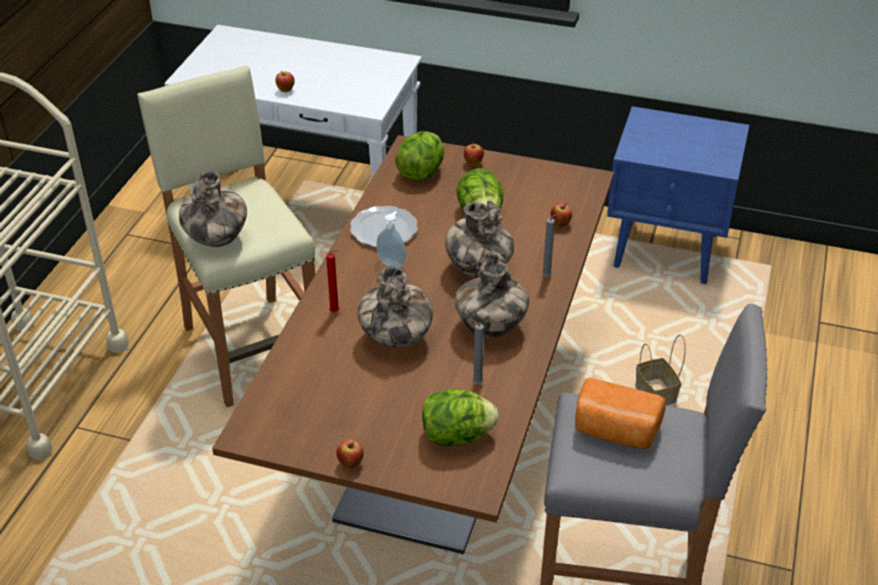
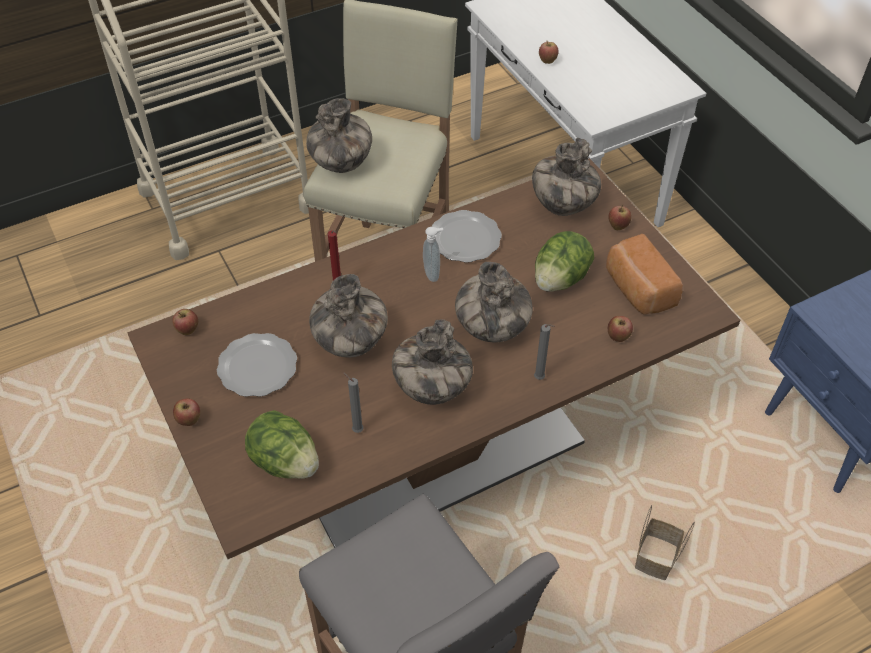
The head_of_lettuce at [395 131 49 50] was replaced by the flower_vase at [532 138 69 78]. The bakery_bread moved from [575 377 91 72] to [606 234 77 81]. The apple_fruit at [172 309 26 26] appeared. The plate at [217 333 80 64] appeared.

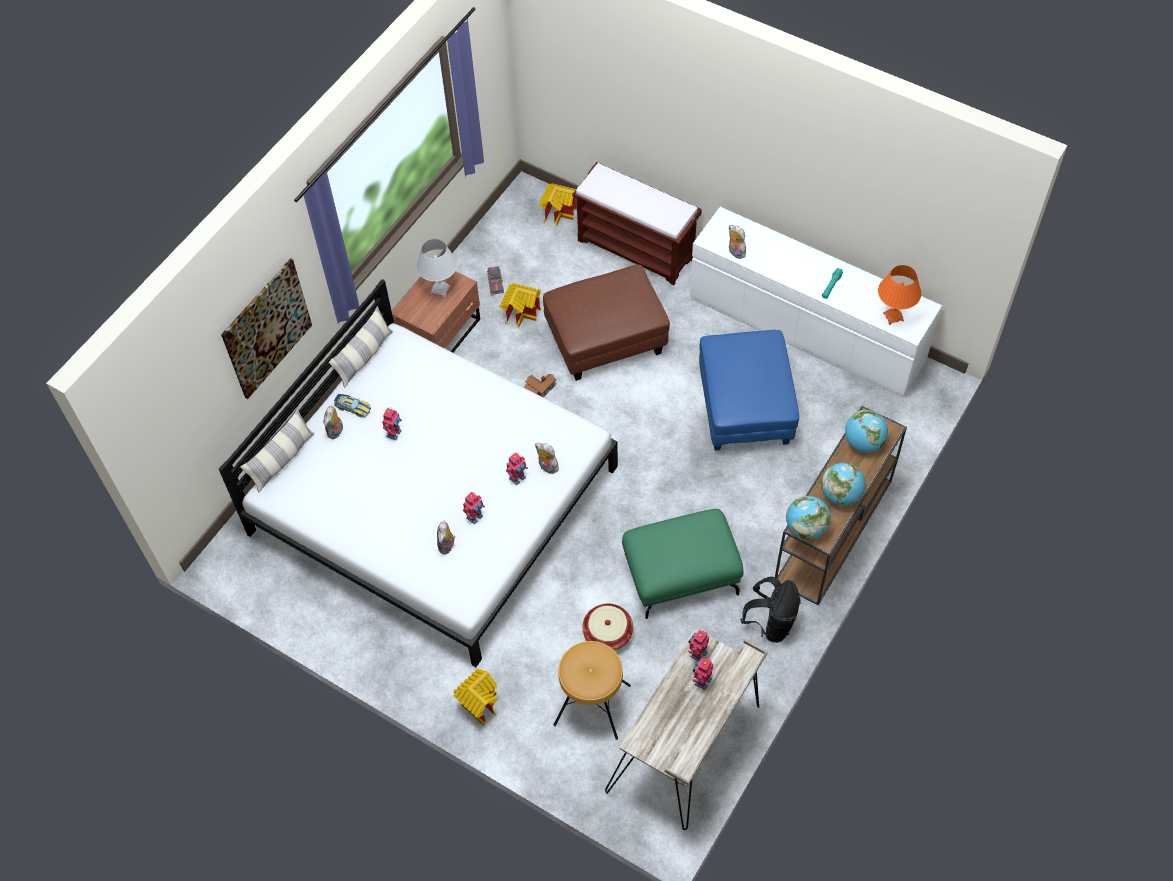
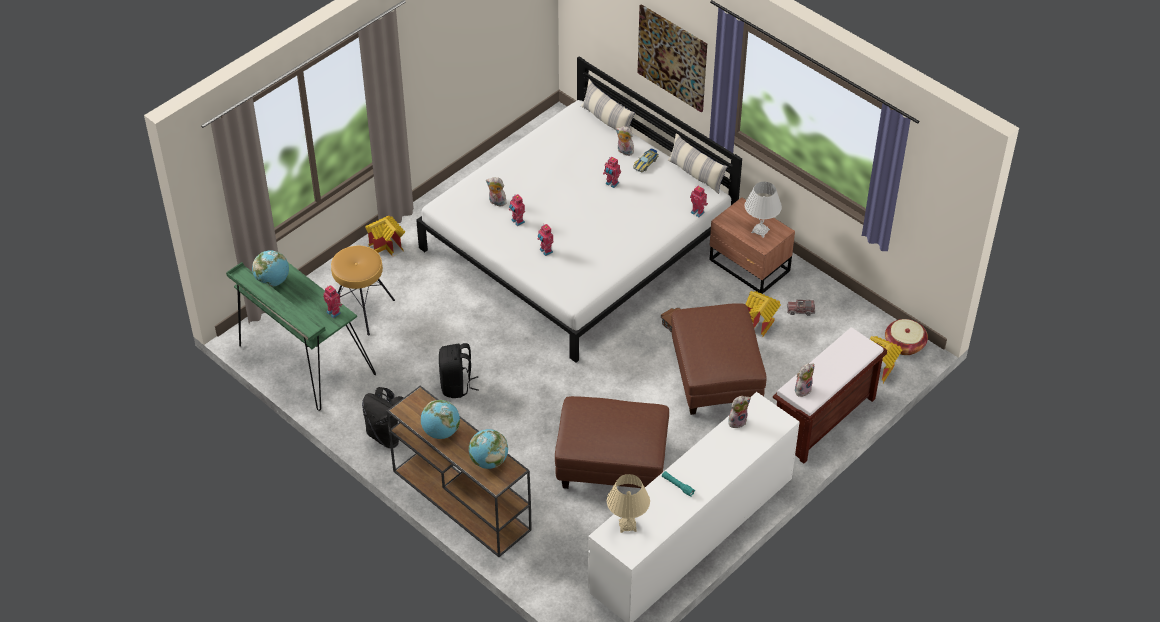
The orange-coloured_lamp_for_a_table at [878 265 43 60] became the sand-coloured_lamp_for_a_table at [607 474 43 59]. The blue_pouffe at [699 330 100 121] became the brown-coloured_pouffe at [555 396 114 93]. The soft_toy moved from [535 443 24 31] to [795 363 19 34]. The desk_globe moved from [786 496 45 44] to [252 250 37 37]. The greenish_pouffe at [622 509 121 110] was replaced by the black_rucksack at [439 343 40 55]. The storage_basket moved from [582 604 51 46] to [885 319 43 36]. The sand-coloured_desk_table at [605 628 163 202] became the greenish_desk_table at [226 262 150 149]. The robot_figure moved from [693 658 20 32] to [690 186 18 31].

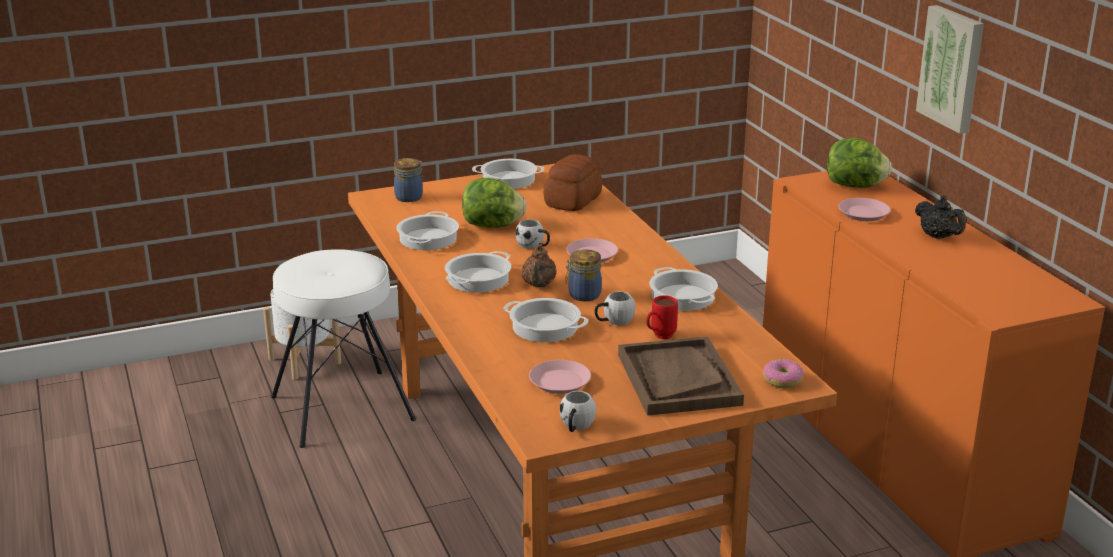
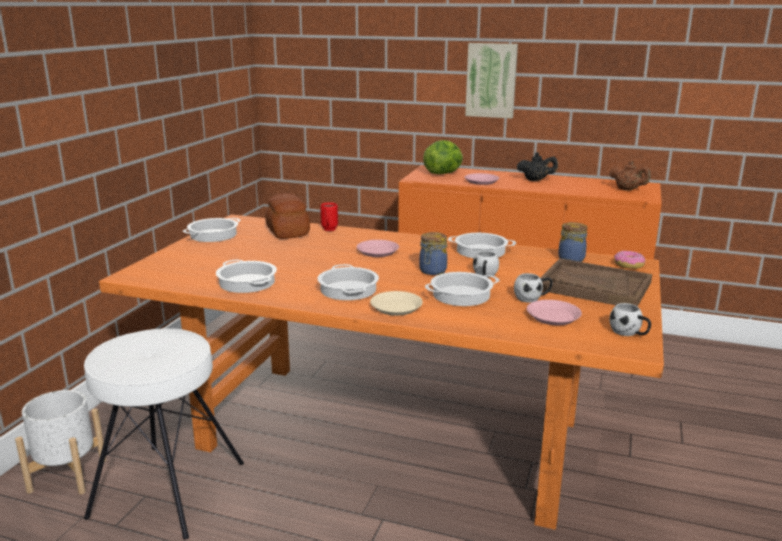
The preserve_jar moved from [394 158 30 44] to [558 222 29 40]. The head_of_lettuce at [462 178 65 50] disappeared. The white_tea_mug moved from [515 219 35 30] to [514 273 39 30]. The brown-coloured_teapot moved from [522 244 35 43] to [609 160 41 30]. The reddish_tea_mug moved from [646 295 32 44] to [320 202 18 29]. The sand-coloured_plate at [370 291 53 25] appeared.

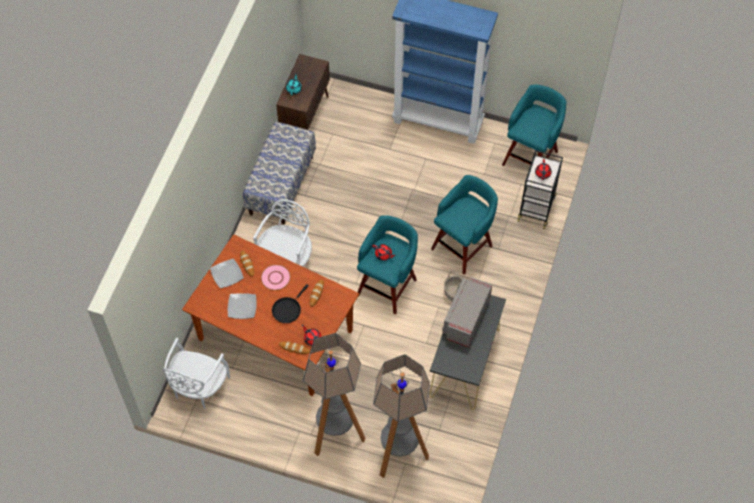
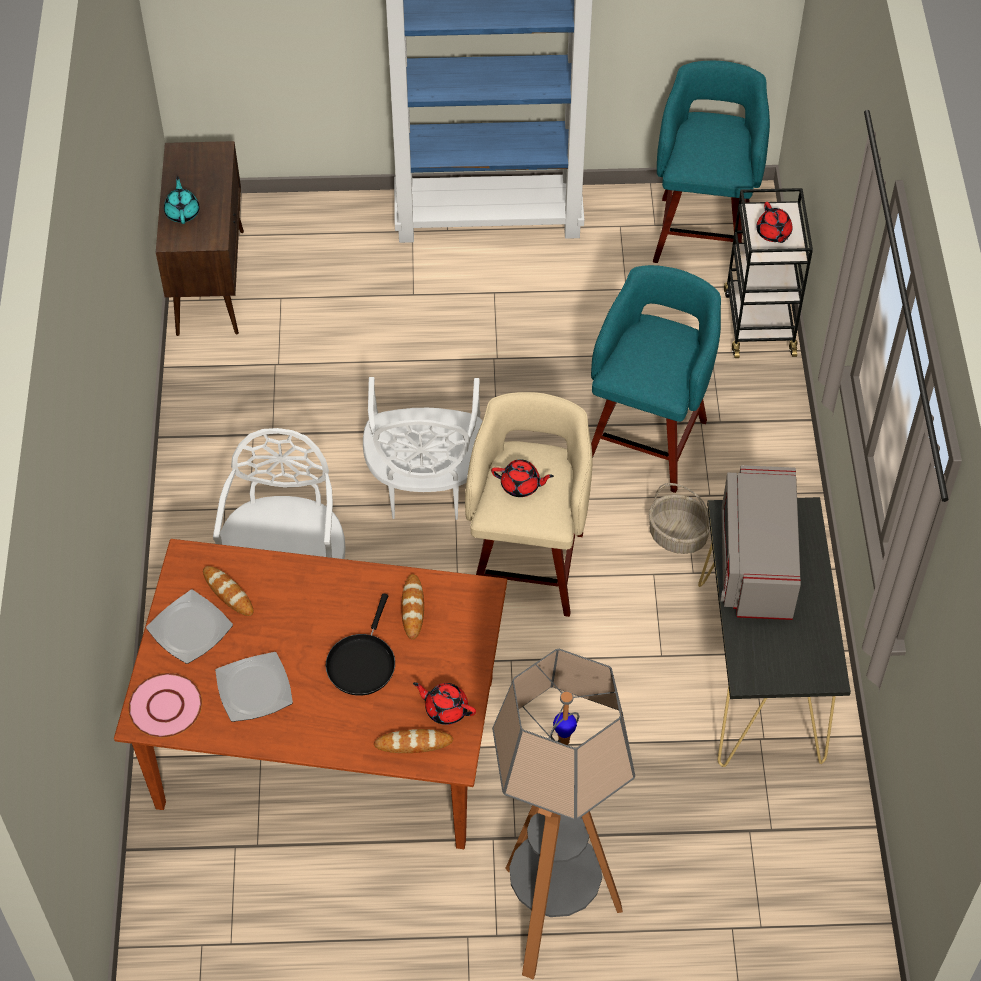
The bench at [243 121 73 104] disappeared. The turquoise_stool_seat at [357 215 61 99] became the sand-coloured_stool_seat at [465 392 128 225]. The pinkish_plate moved from [261 264 30 27] to [128 673 74 65]. The white_upright_chair moved from [163 338 67 71] to [363 377 119 143]. The standing_lamp at [373 354 57 124] disappeared.

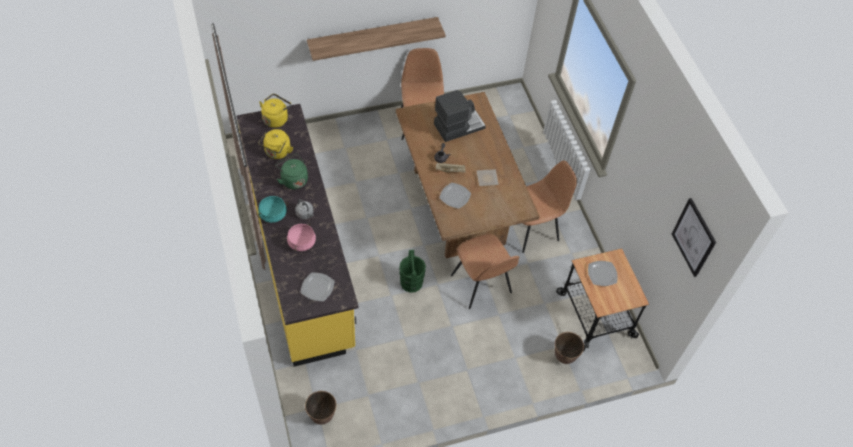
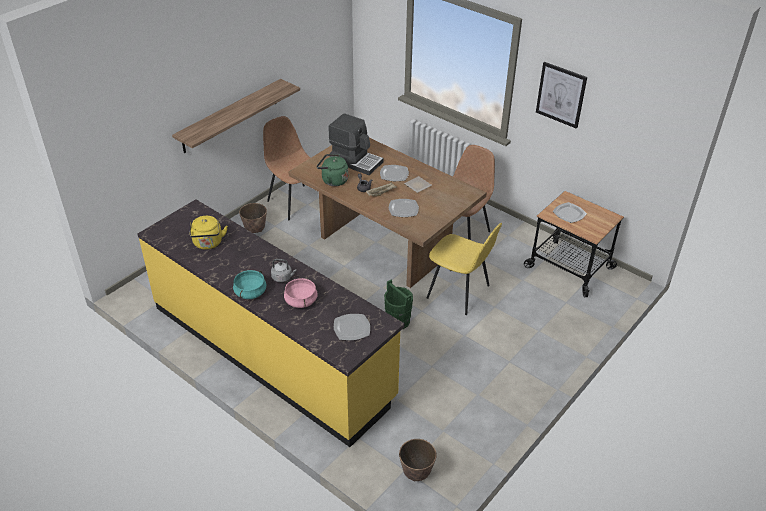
The coffee_brewer at [434 90 52 52] turned 90 degrees clockwise. The yellow_water_kettle at [259 94 32 34] disappeared. The greenish_water_kettle moved from [275 154 33 35] to [317 154 31 32]. The wall_art moved from [672 198 44 79] to [536 62 51 67]. The brown-coloured_upright_chair at [451 234 68 75] became the yellow_upright_chair at [427 223 75 92]. The plant_pot moved from [555 332 29 32] to [239 203 28 30]. The plate at [380 165 29 16] appeared.

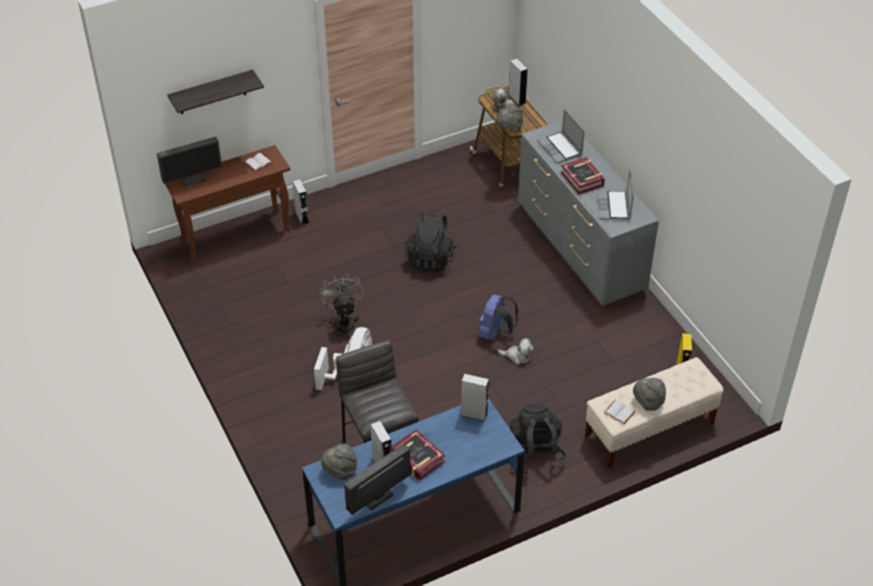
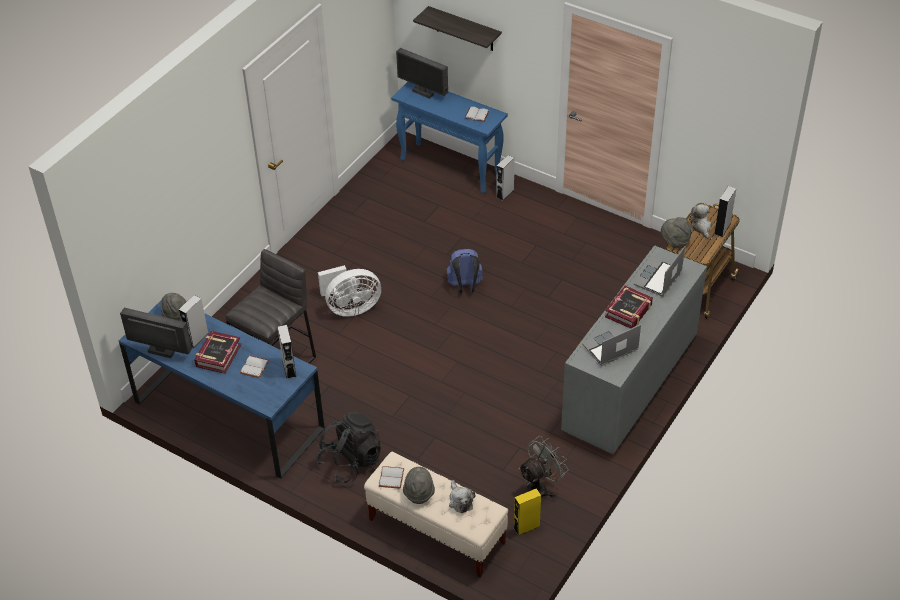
The brown-coloured_narrow_table at [165 145 126 117] became the blue_narrow_table at [391 82 117 111]. The black_rucksack at [405 212 51 60] disappeared. The gray_fan moved from [320 273 43 66] to [519 436 50 61]. The blue_rucksack moved from [478 295 40 45] to [447 249 36 45]. The soft_toy moved from [498 338 36 27] to [449 480 27 33]. The white_bound_book at [240 356 29 22] appeared.

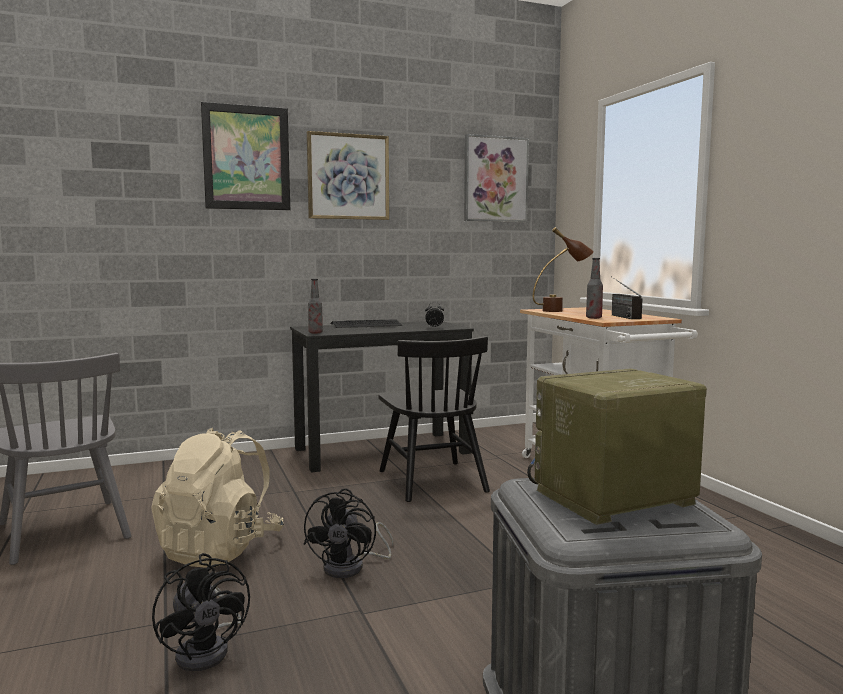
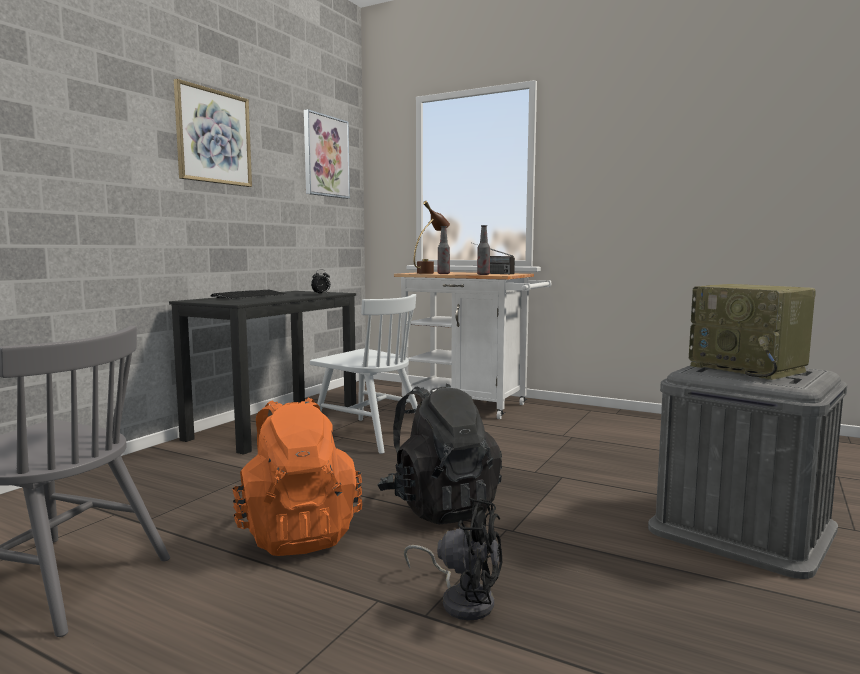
The wall_art at [201 102 89 108] disappeared. The bottle moved from [308 279 15 54] to [438 226 12 48]. The black_upright_chair at [379 336 111 166] became the white_upright_chair at [310 294 108 160]. The radio_set at [527 368 180 157] turned 60 degrees counterclockwise. The sand-coloured_rucksack at [151 428 133 140] became the orange-coloured_rucksack at [232 398 130 158]. The black_fan at [304 488 89 90] was replaced by the black_rucksack at [378 384 124 140].

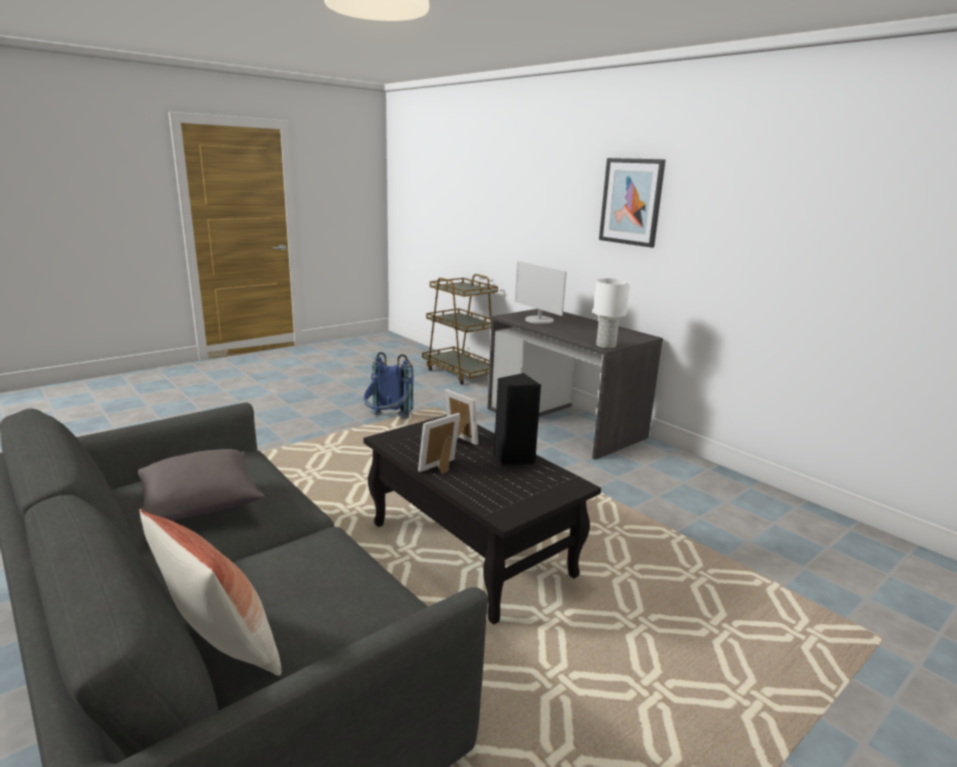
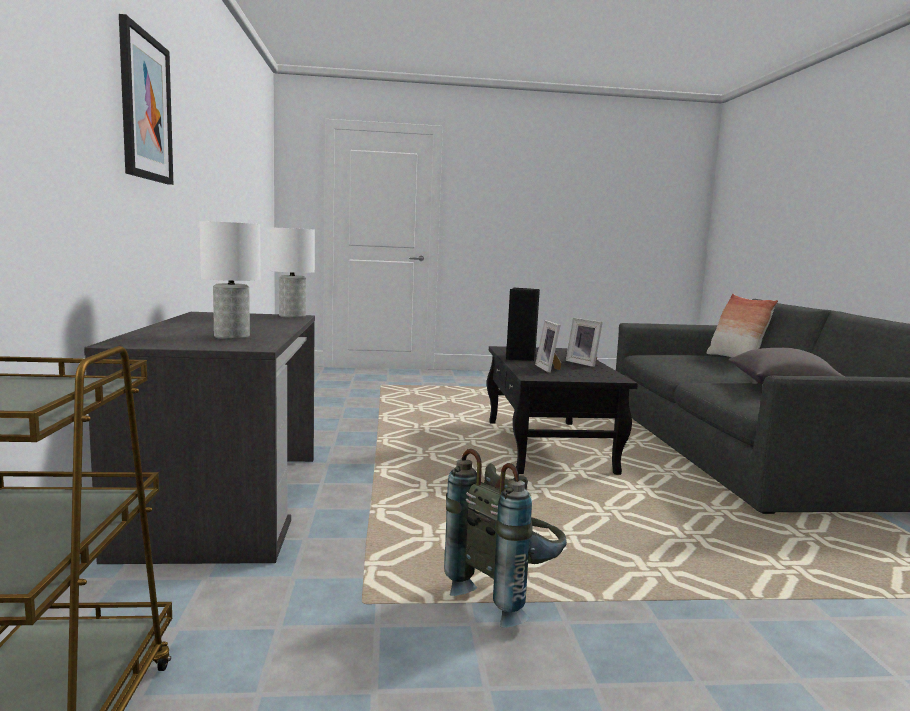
The computer_screen at [515 261 51 63] was replaced by the white_lamp_for_a_table at [200 221 61 118]. The blue_rucksack at [364 352 50 67] became the gray_rucksack at [444 449 123 179]. The standing_frame at [418 413 43 61] turned 60 degrees clockwise.

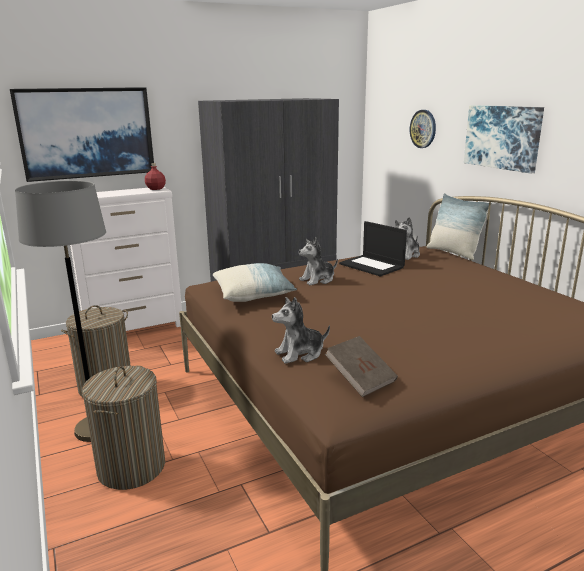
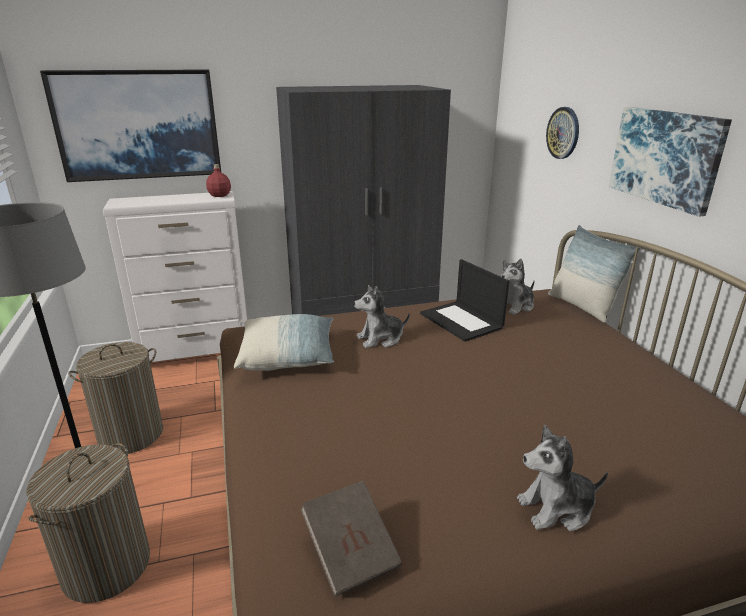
The soft_toy moved from [272 297 58 67] to [517 425 91 106].

